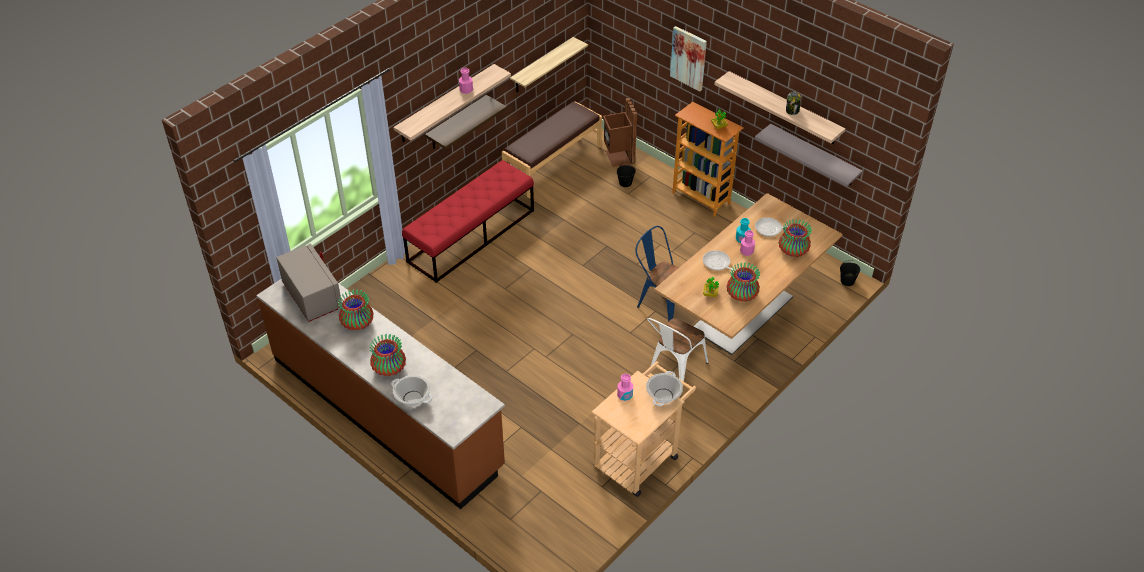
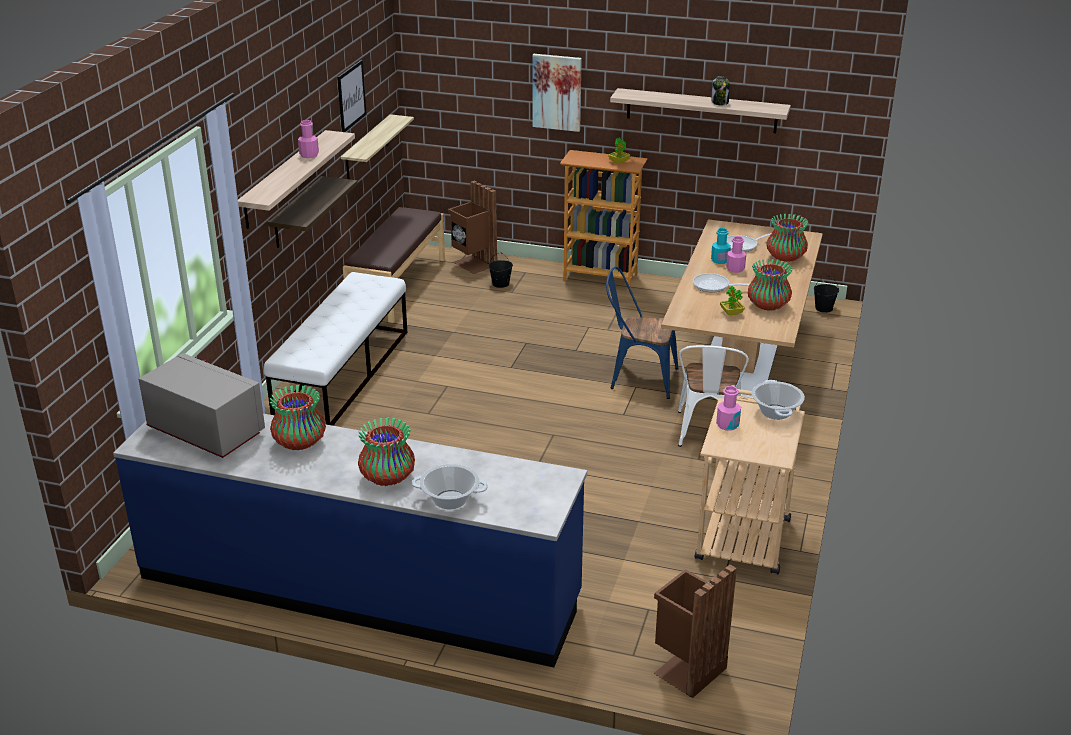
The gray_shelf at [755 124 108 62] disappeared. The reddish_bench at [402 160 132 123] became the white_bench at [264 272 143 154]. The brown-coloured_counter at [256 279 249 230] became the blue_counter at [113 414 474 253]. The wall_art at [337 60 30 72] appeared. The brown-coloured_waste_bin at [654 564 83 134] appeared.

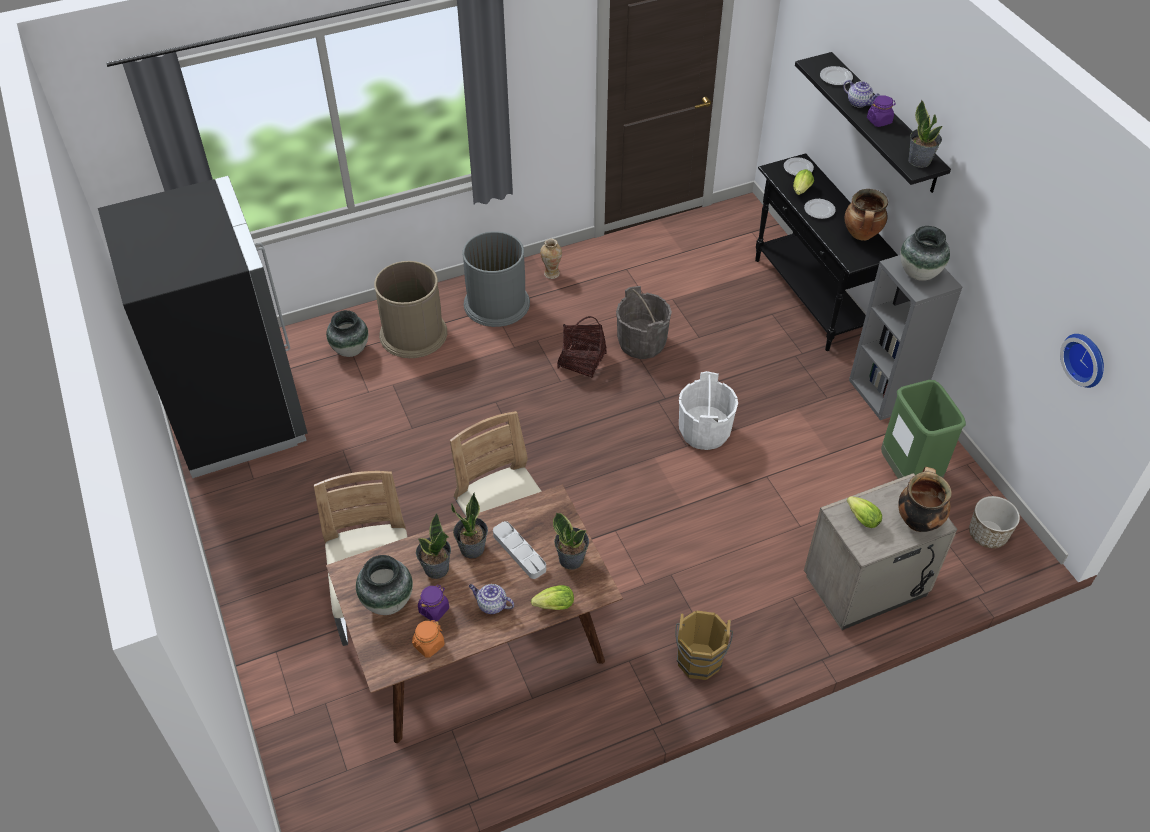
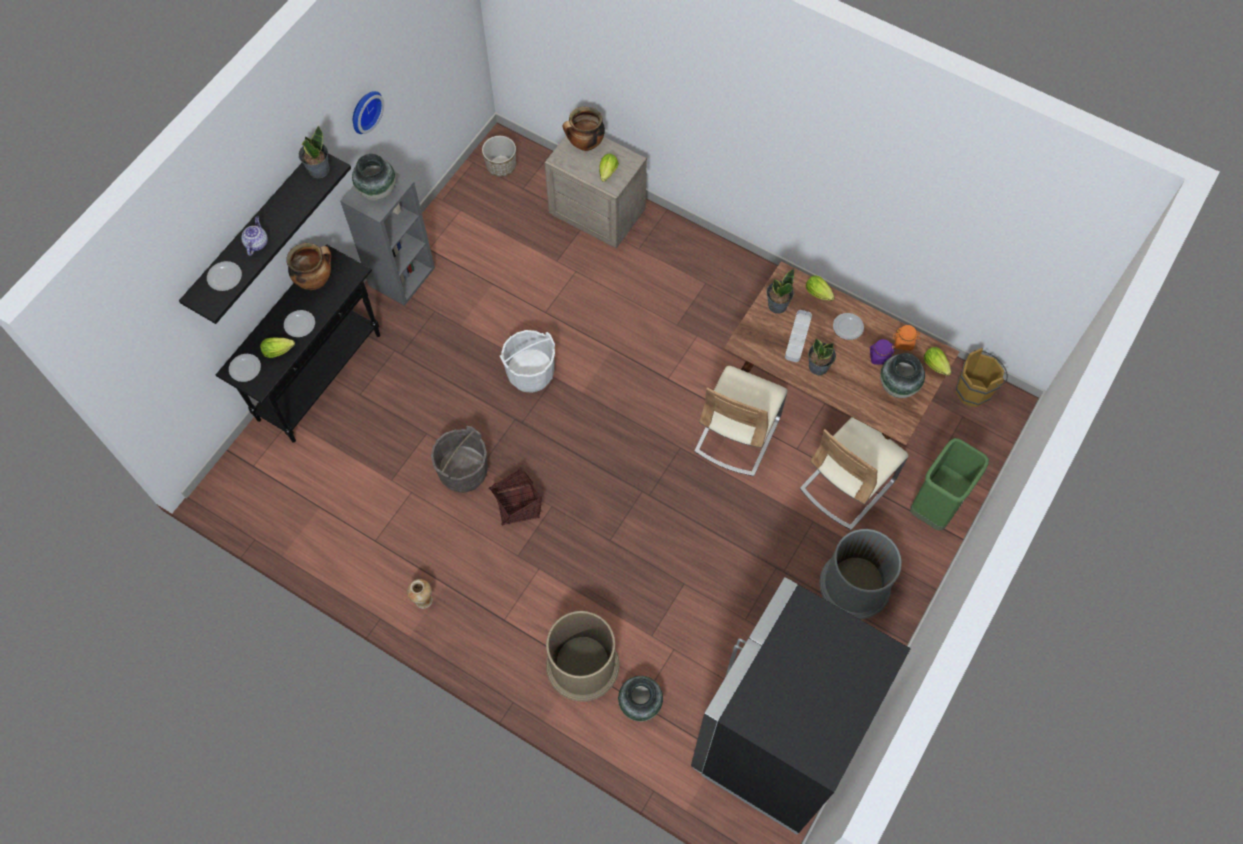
The purplish_preserve_jar at [867 95 29 32] disappeared. The gray_waste_bin moved from [462 231 68 96] to [819 529 83 90]. The hanging_clock moved from [1060 334 44 54] to [353 91 31 43]. The greenish_waste_bin moved from [881 380 85 99] to [910 438 79 93]. The potted_plant at [416 513 35 66] disappeared. The teapot at [469 584 45 30] was replaced by the plate at [833 313 31 27]. The brown-coloured_water_bucket moved from [675 611 58 69] to [956 348 52 59]. The head_of_lettuce at [924 347 27 29] appeared.

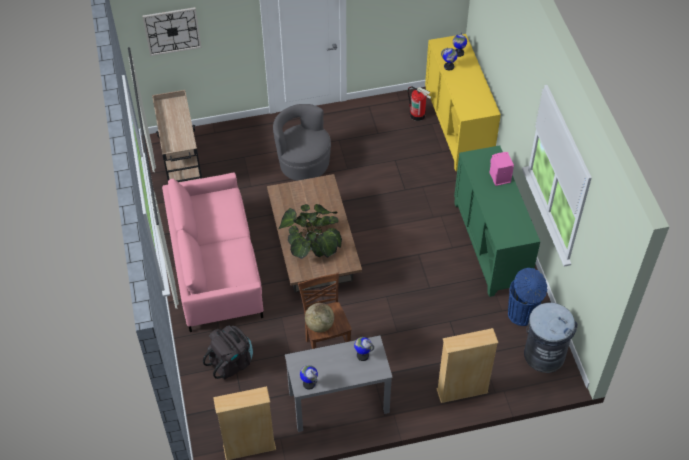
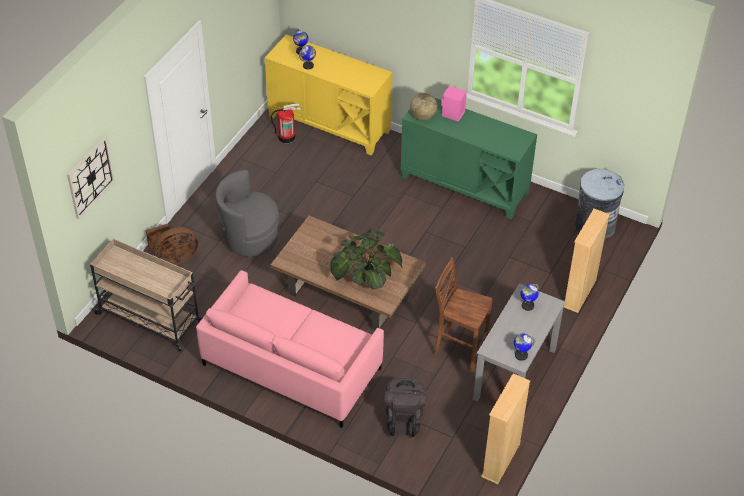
The blue_waste_bin at [508 268 39 58] disappeared. The desk_globe moved from [305 303 29 29] to [410 93 28 28]. The brown-coloured_fan at [146 224 52 41] appeared.

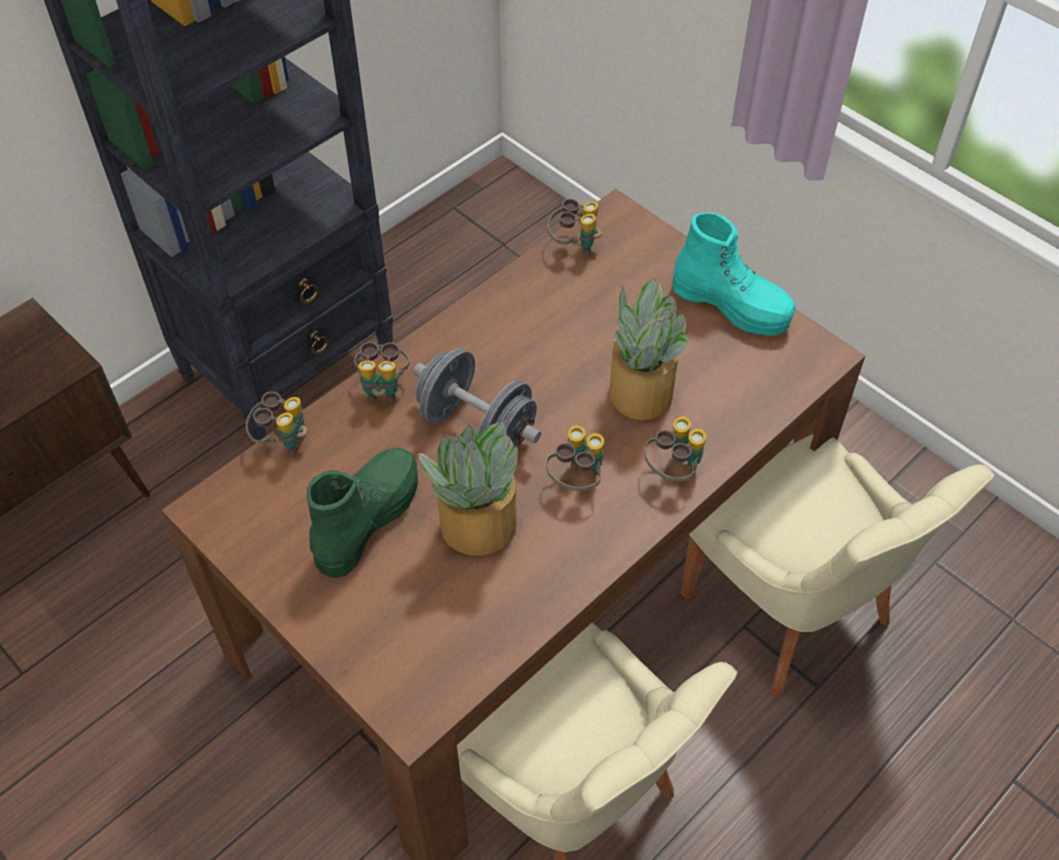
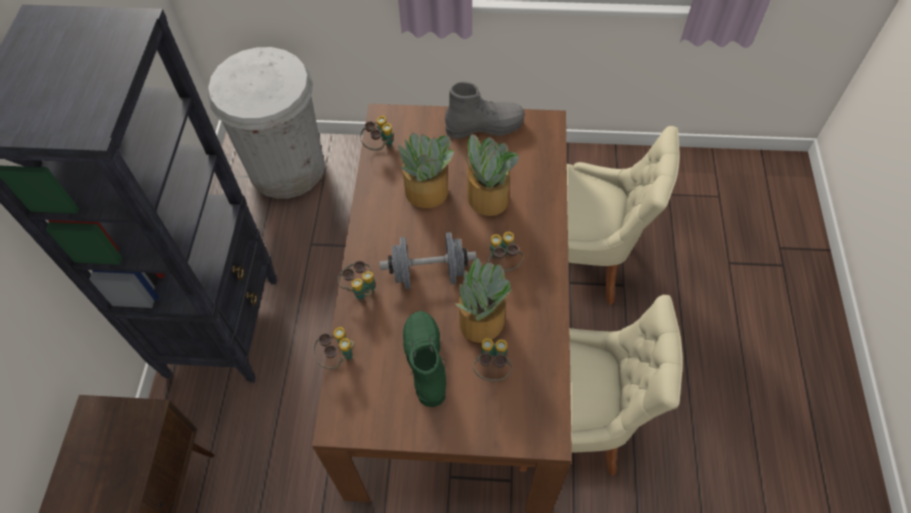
The turquoise_boot at [672 213 123 123] became the gray_boot at [445 81 80 58]. The field_glasses moved from [645 416 61 65] to [473 338 39 43]. The white_waste_bin at [208 47 117 152] appeared. The potted_plant at [398 133 56 75] appeared.

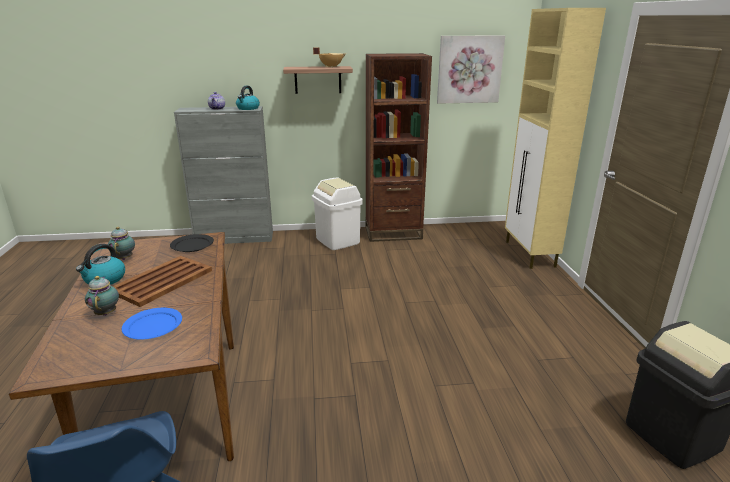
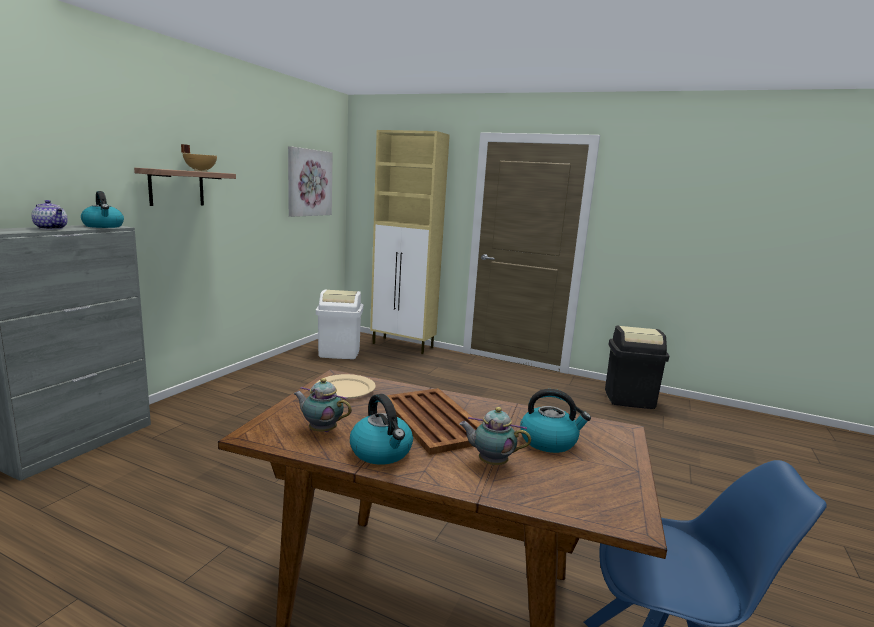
The brown-coloured_bookcase at [365 53 67 189] disappeared. The white_waste_bin moved from [312 177 51 73] to [316 289 47 70]. The black_plate at [170 234 44 18] became the sand-coloured_plate at [317 374 59 25]. The blue_plate at [122 308 60 32] was replaced by the water_kettle at [520 389 71 64].

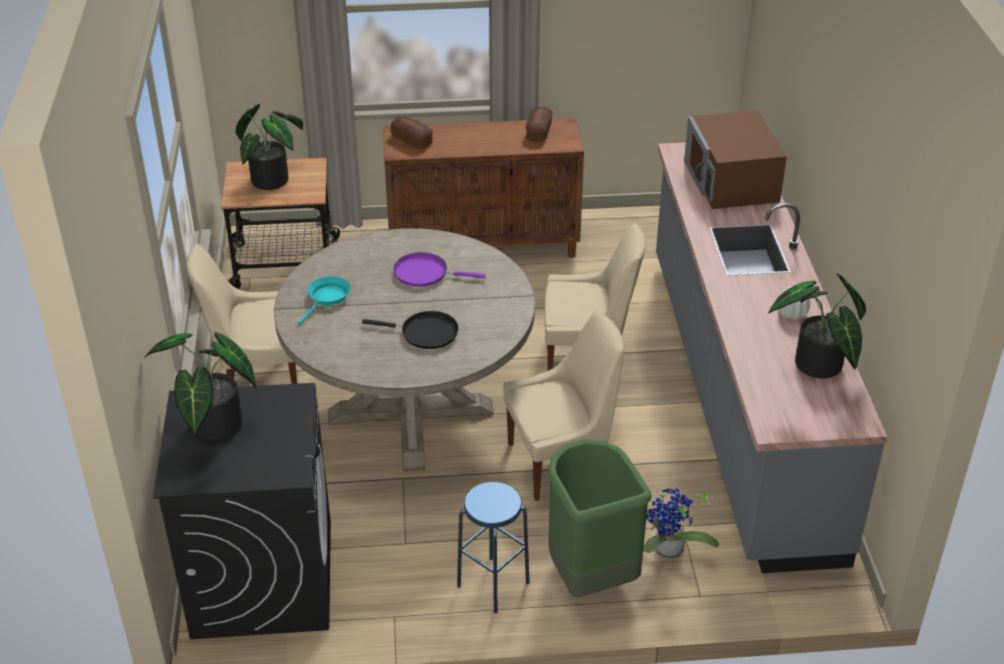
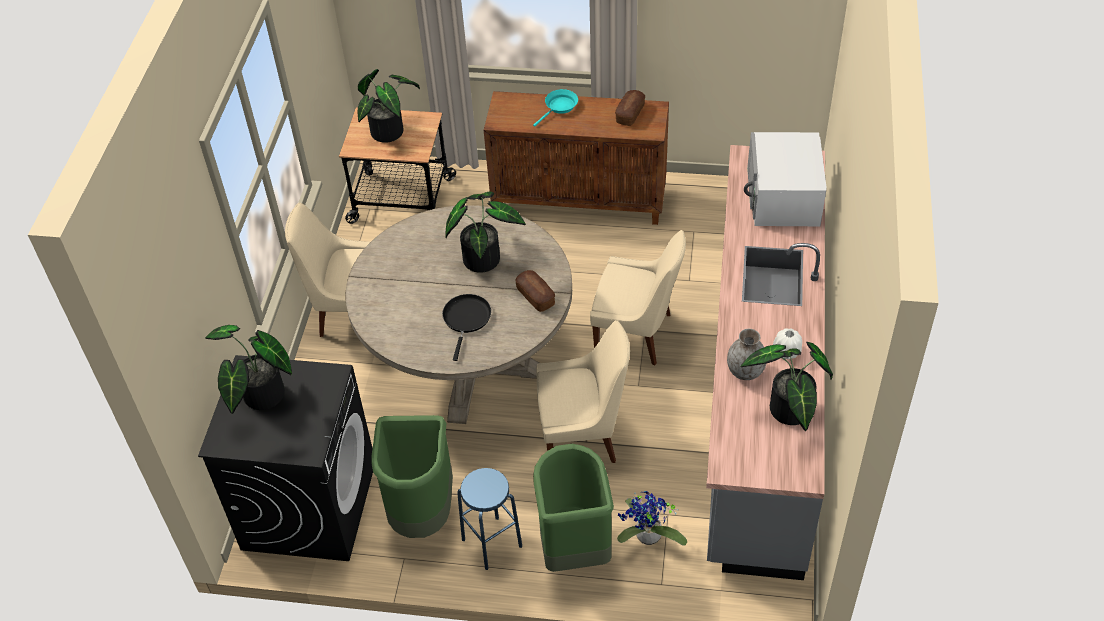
The brown-coloured_microwave at [684 110 103 99] became the white_microwave at [744 132 83 94]. The bakery_bread moved from [391 116 42 33] to [515 270 40 42]. The purplish_skillet at [393 252 93 35] was replaced by the potted_plant at [445 191 81 82]. The turquoise_skillet moved from [298 276 53 49] to [533 89 45 38]. The black_skillet at [362 311 97 38] turned 105 degrees counterclockwise. The gray_flower_vase at [727 329 39 51] appeared. The greenish_waste_bin at [372 415 81 123] appeared.

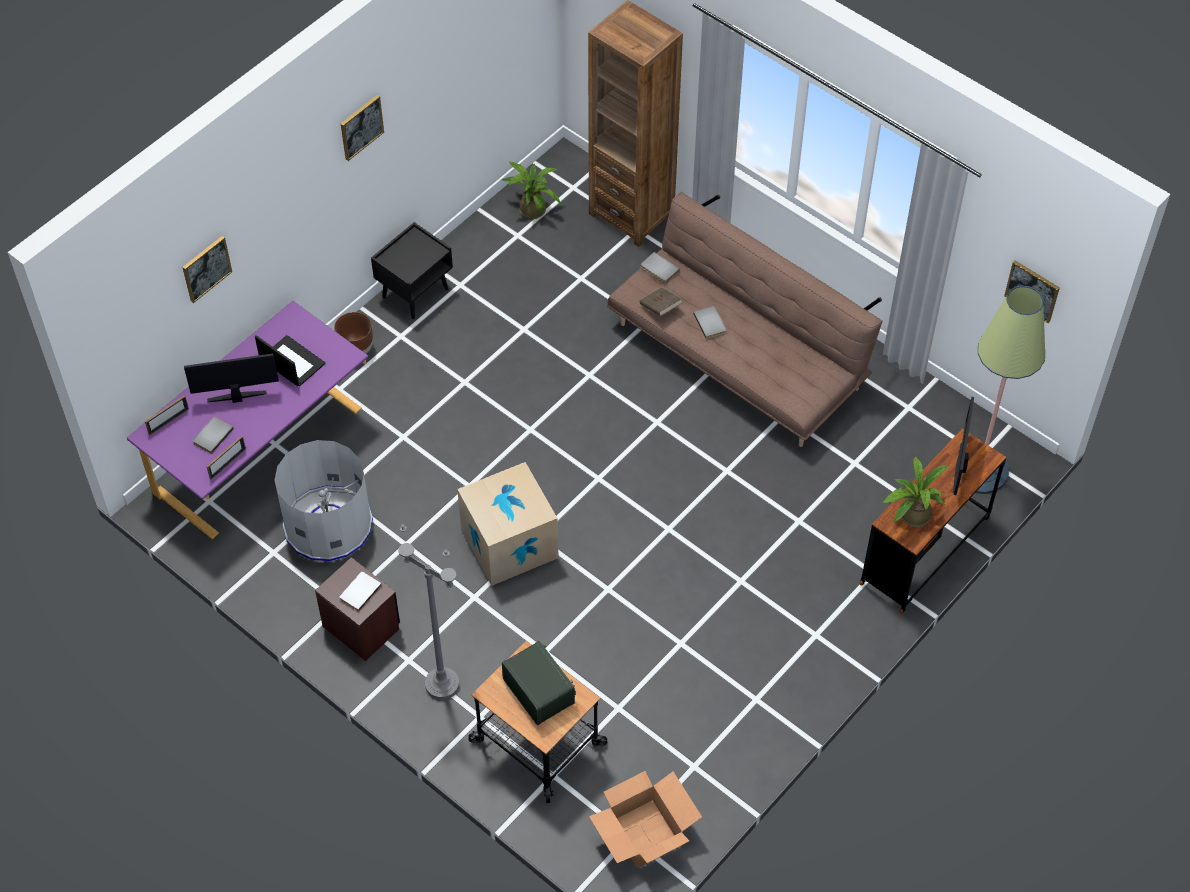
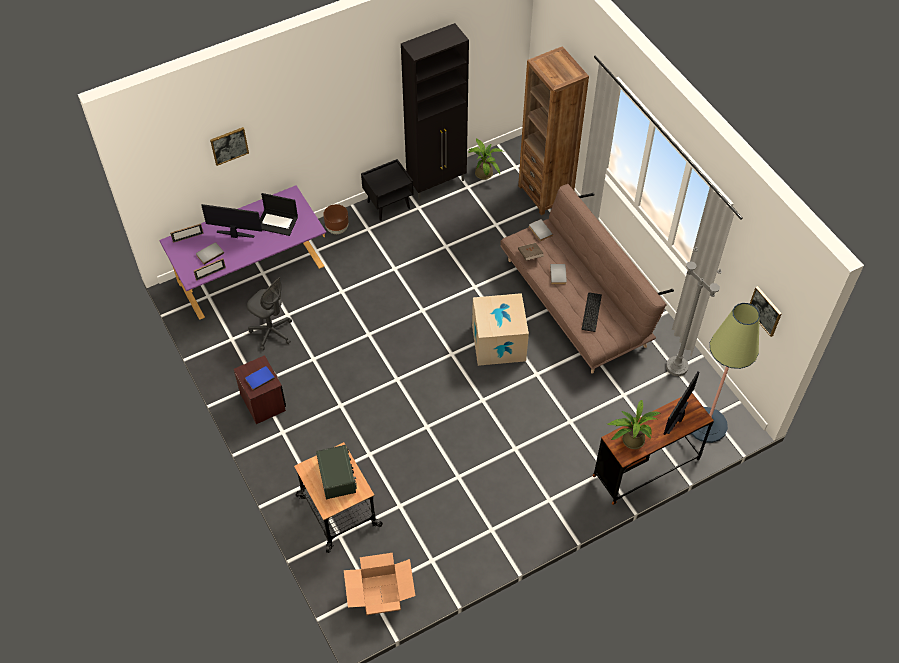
The wall_art at [341 95 43 66] disappeared. The portable_computer at [255 335 71 52] turned 135 degrees clockwise. The gray_waste_bin at [274 440 99 122] was replaced by the gray_computer_chair at [247 277 45 73]. The packing_box moved from [457 462 102 124] to [472 293 57 73]. The gray_standing_lamp moved from [398 524 61 176] to [666 247 56 129]. The white_bound_book at [339 572 43 40] became the blue_bound_book at [245 366 30 25]. The black_cupboard at [401 23 68 176] appeared. The keyboard at [582 292 20 40] appeared.

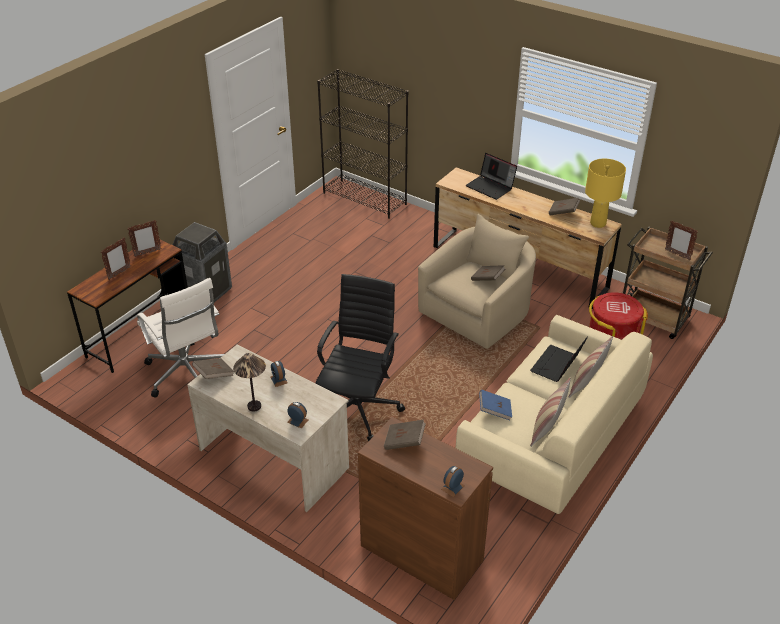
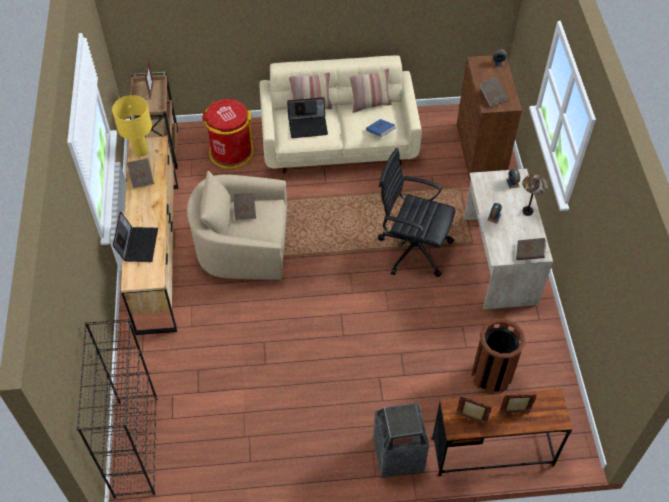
The black_computer_chair at [316 274 89 167] turned 45 degrees clockwise. The white_computer_chair at [137 278 88 120] was replaced by the brown-coloured_waste_bin at [471 319 55 75].

